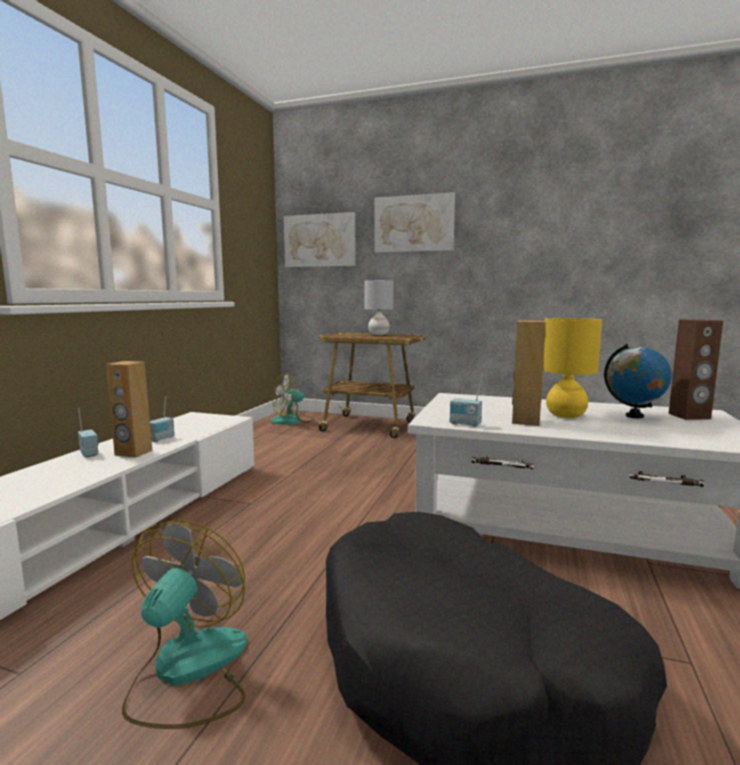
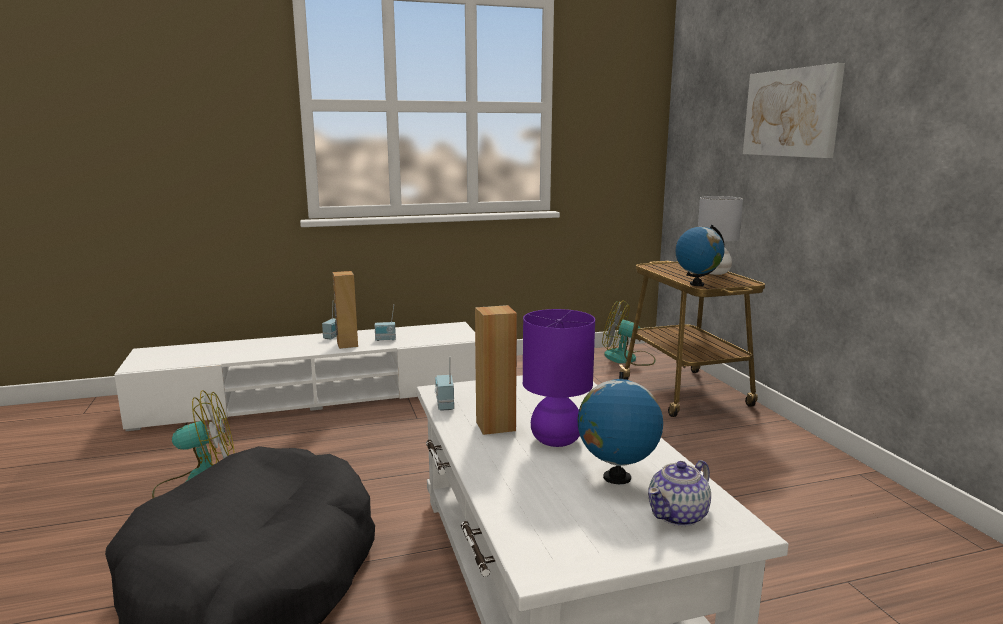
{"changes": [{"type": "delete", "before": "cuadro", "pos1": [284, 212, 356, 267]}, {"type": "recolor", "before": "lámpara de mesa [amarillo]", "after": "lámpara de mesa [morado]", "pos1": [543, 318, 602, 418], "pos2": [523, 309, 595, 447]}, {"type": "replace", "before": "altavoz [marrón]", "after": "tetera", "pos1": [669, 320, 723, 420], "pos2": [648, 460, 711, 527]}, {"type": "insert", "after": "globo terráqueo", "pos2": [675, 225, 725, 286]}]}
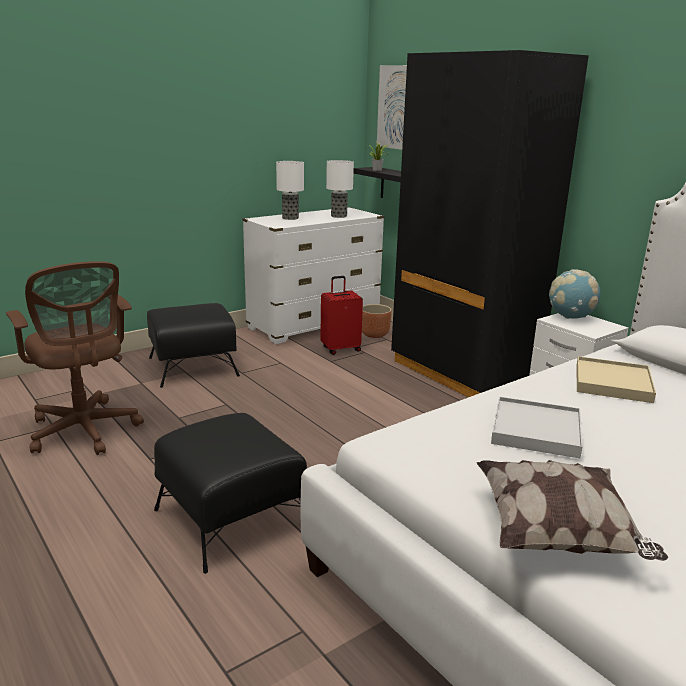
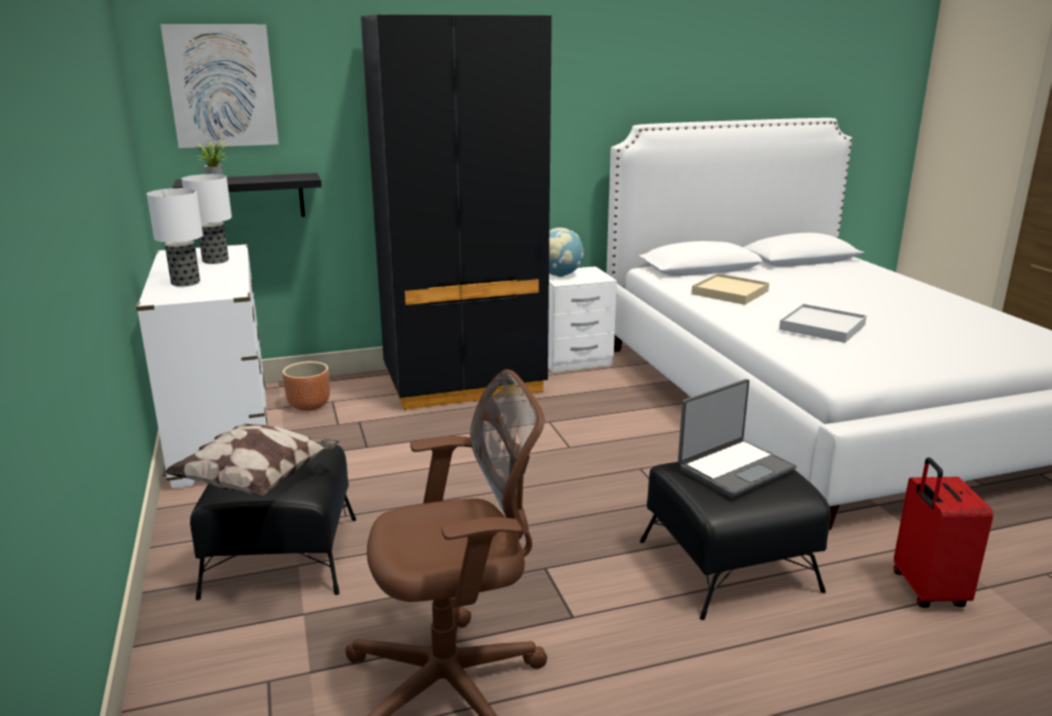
{"changes": [{"type": "move", "before": "maleta [rojo]", "pos1": [320, 276, 363, 355], "pos2": [894, 457, 993, 608]}, {"type": "move", "before": "cojín", "pos1": [476, 460, 668, 561], "pos2": [163, 423, 340, 497]}, {"type": "insert", "after": "portátil", "pos2": [678, 379, 797, 498]}]}
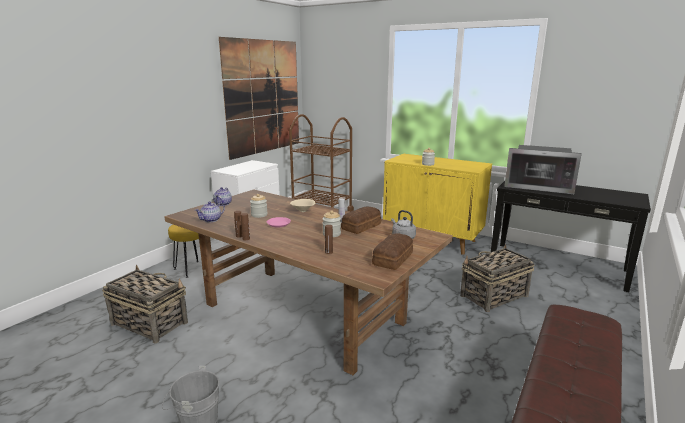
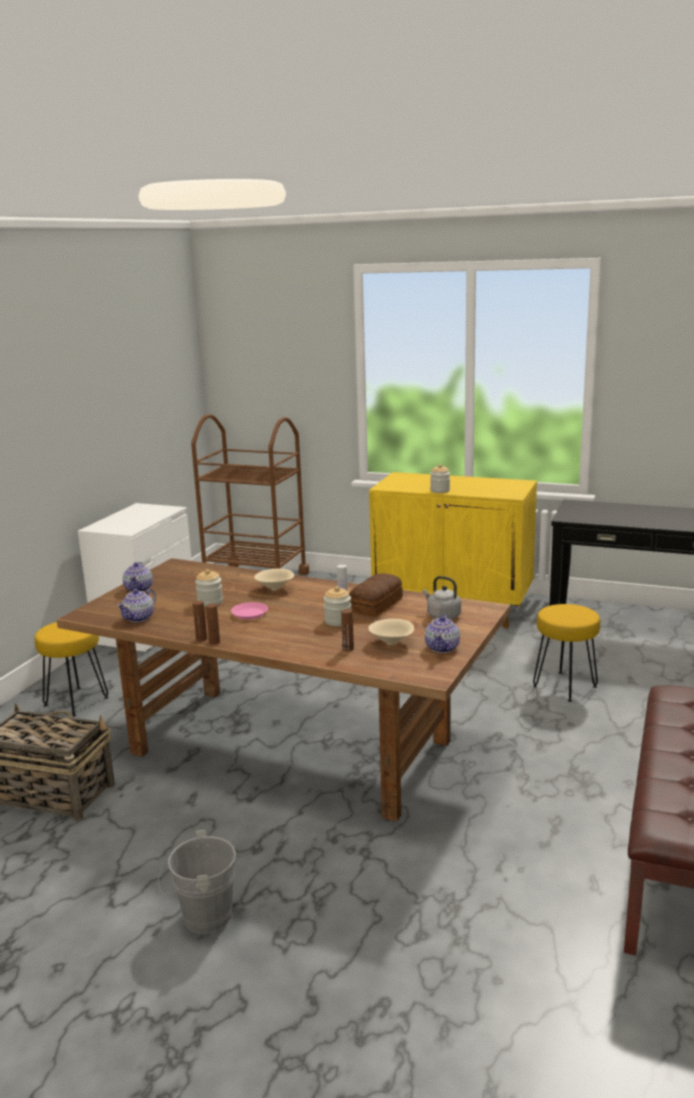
{"changes": [{"type": "delete", "before": "cuadro", "pos1": [219, 37, 299, 160]}, {"type": "delete", "before": "microondas", "pos1": [504, 145, 582, 194]}, {"type": "replace", "before": "pan", "after": "tetera", "pos1": [372, 233, 413, 270], "pos2": [425, 614, 460, 653]}, {"type": "replace", "before": "cesta", "after": "taburete [amarillo]", "pos1": [460, 244, 535, 312], "pos2": [533, 604, 600, 702]}, {"type": "insert", "after": "cuenco [beis]", "pos2": [368, 619, 414, 645]}]}
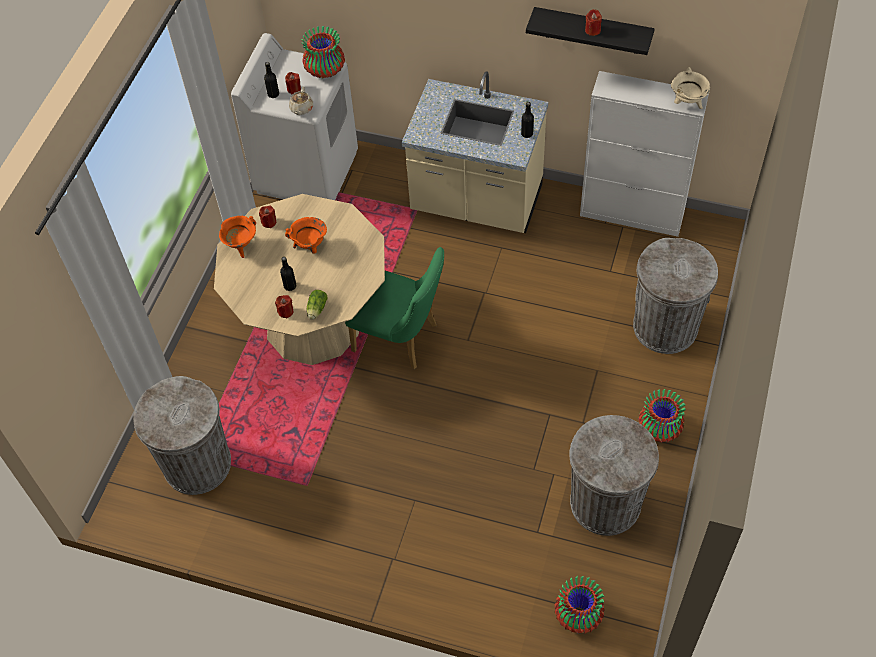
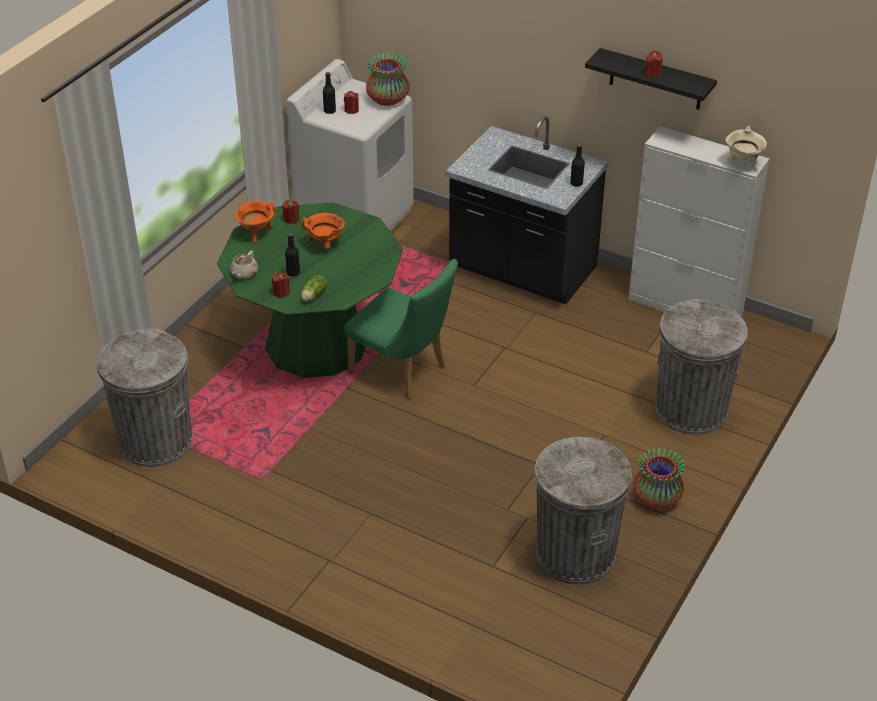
{"changes": [{"type": "recolor", "before": "mueble bajo de cocina [beis]", "after": "mueble bajo de cocina [negro]", "pos1": [402, 71, 548, 233], "pos2": [446, 116, 608, 304]}, {"type": "move", "before": "tetera [beis]", "pos1": [289, 87, 313, 115], "pos2": [230, 251, 258, 279]}, {"type": "recolor", "before": "mesa de comedor [beis]", "after": "mesa de comedor [verde]", "pos1": [214, 194, 385, 365], "pos2": [217, 202, 403, 378]}, {"type": "delete", "before": "florero", "pos1": [555, 576, 604, 634]}]}
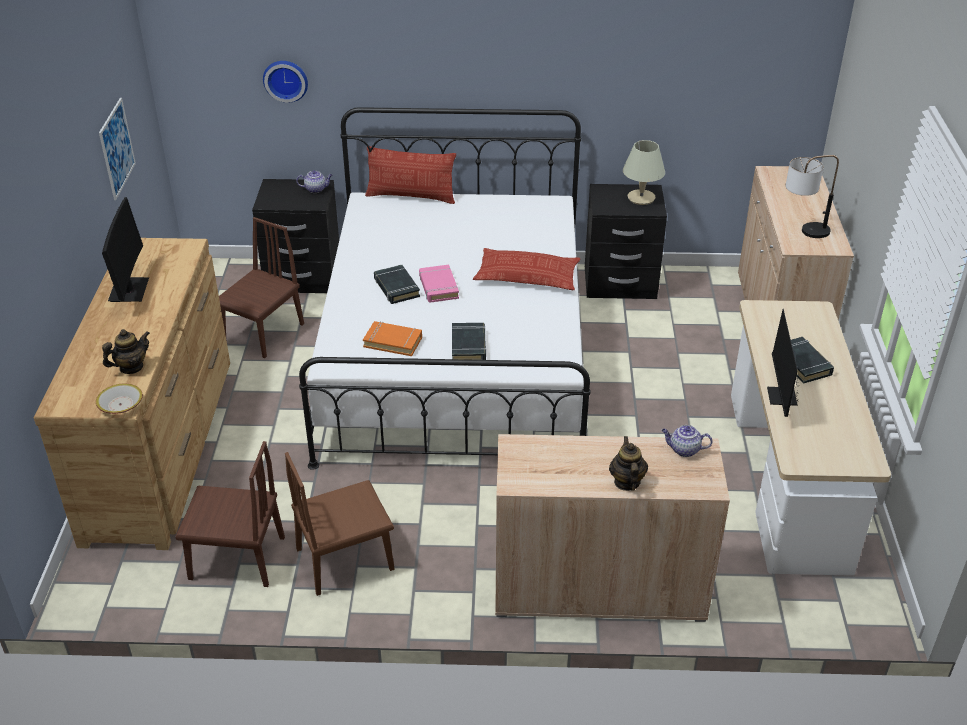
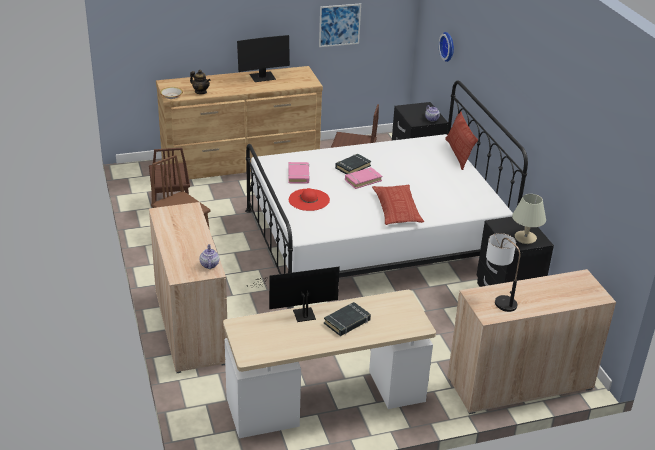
{"changes": [{"type": "recolor", "before": "libro [naranja]", "after": "libro [rosa]", "pos1": [363, 321, 422, 356], "pos2": [289, 162, 310, 184]}, {"type": "replace", "before": "libro [negro]", "after": "sombrero [rojo]", "pos1": [452, 323, 486, 360], "pos2": [289, 188, 330, 211]}, {"type": "delete", "before": "tetera", "pos1": [609, 436, 648, 491]}]}
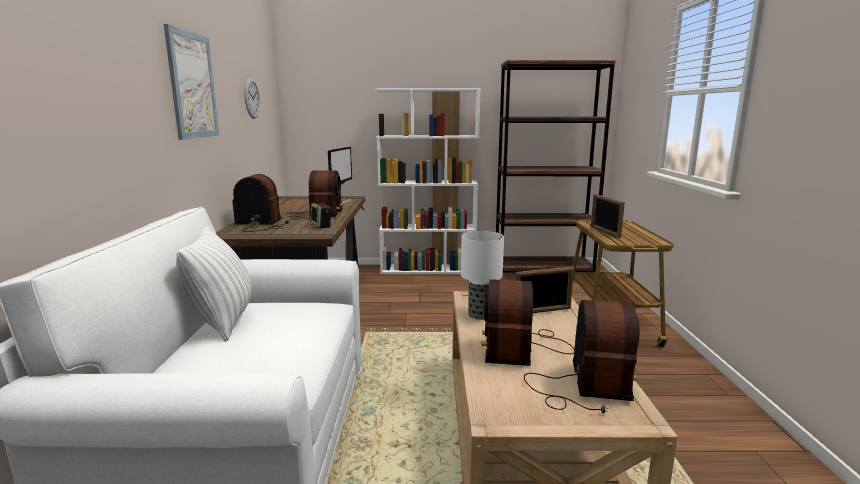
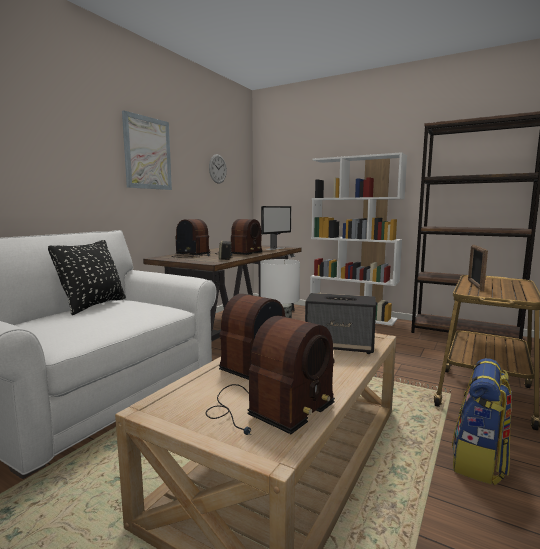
{"changes": [{"type": "recolor", "before": "cojín [blanco]", "after": "cojín [negro]", "pos1": [176, 226, 252, 342], "pos2": [48, 240, 126, 315]}, {"type": "replace", "before": "portarretratos", "after": "altavoz", "pos1": [515, 266, 574, 313], "pos2": [305, 293, 376, 354]}, {"type": "insert", "after": "mochila", "pos2": [452, 358, 512, 485]}]}
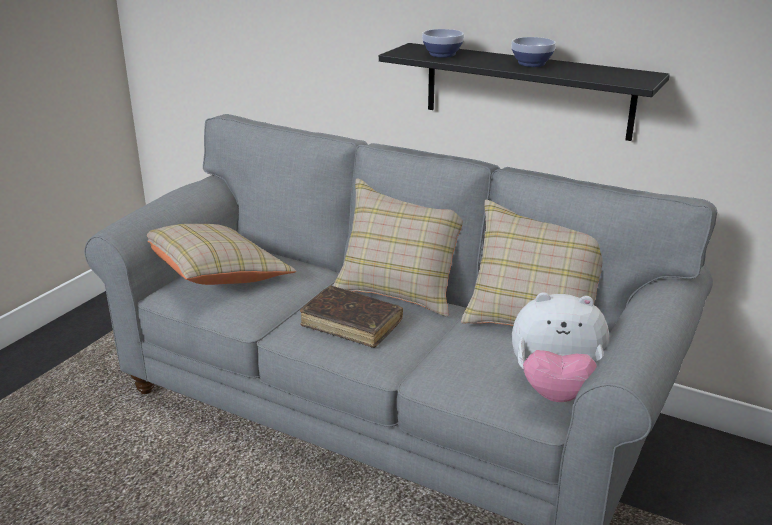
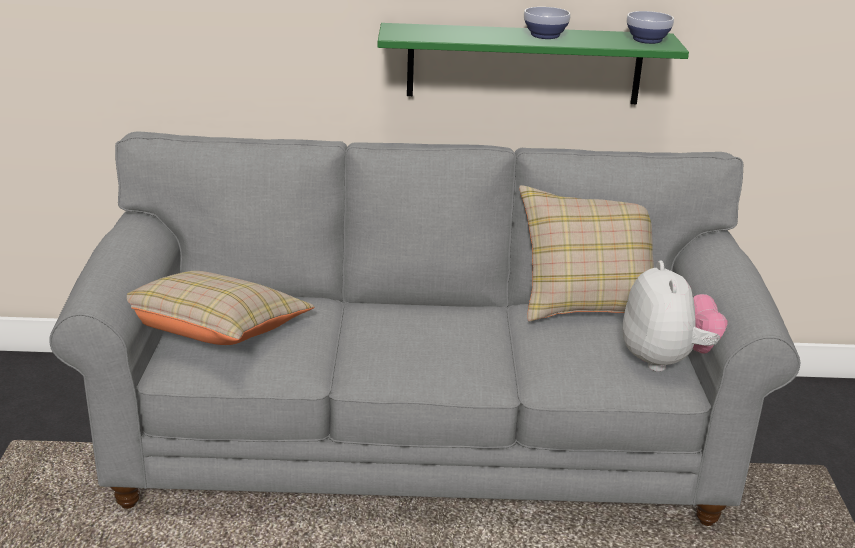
{"changes": [{"type": "move", "before": "cuenco", "pos1": [422, 29, 464, 58], "pos2": [627, 11, 674, 44]}, {"type": "recolor", "before": "estante [negro]", "after": "estante [verde]", "pos1": [379, 43, 670, 141], "pos2": [378, 23, 689, 104]}, {"type": "delete", "before": "cojín [beis]", "pos1": [333, 178, 463, 317]}, {"type": "delete", "before": "libro [marrón]", "pos1": [300, 286, 403, 348]}, {"type": "rotate", "before": "peluche", "pos1": [512, 292, 609, 402], "pos2": [623, 261, 728, 372], "turn": -75}]}
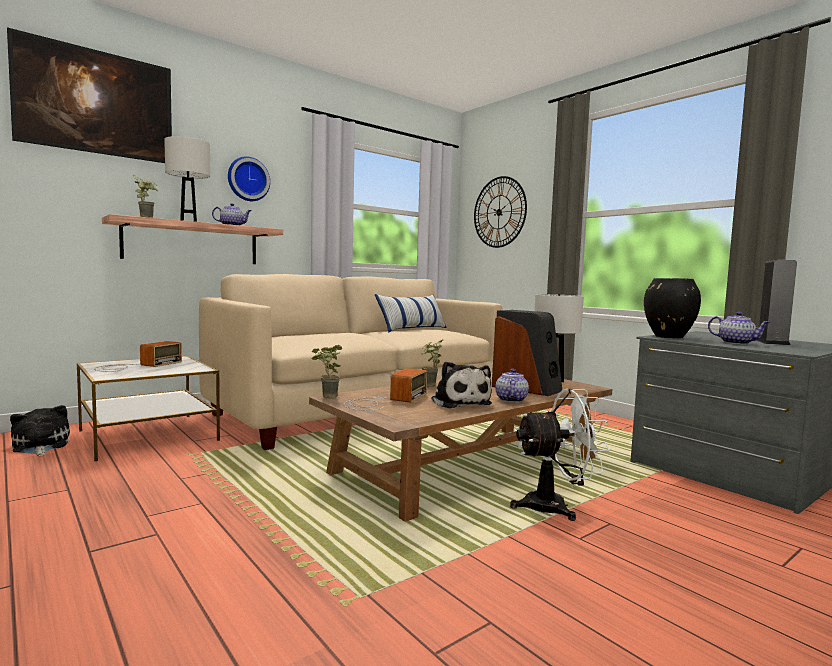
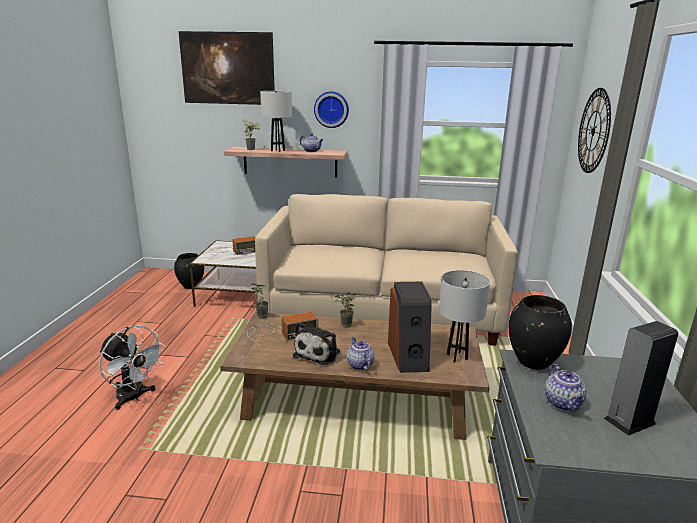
{"changes": [{"type": "delete", "before": "cojín", "pos1": [375, 294, 447, 332]}, {"type": "rotate", "before": "tetera", "pos1": [495, 369, 529, 403], "pos2": [347, 337, 375, 370], "turn": -75}, {"type": "move", "before": "ventilador [blanco]", "pos1": [510, 389, 610, 521], "pos2": [99, 325, 166, 410]}, {"type": "replace", "before": "peluche", "after": "florero [negro]", "pos1": [10, 405, 70, 456], "pos2": [174, 253, 204, 289]}]}
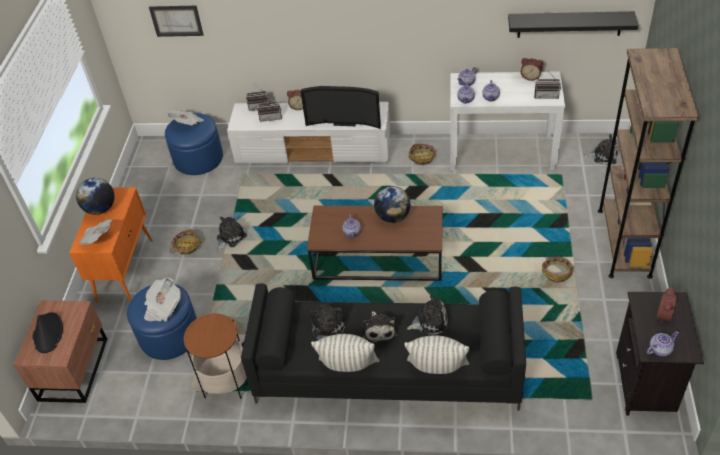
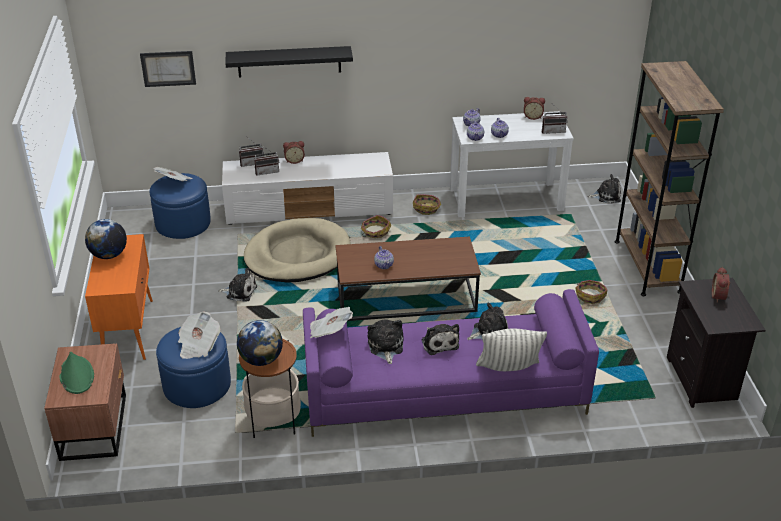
{"changes": [{"type": "move", "before": "estante [negro]", "pos1": [508, 11, 638, 38], "pos2": [225, 46, 353, 78]}, {"type": "delete", "before": "televisor", "pos1": [301, 86, 381, 129]}, {"type": "move", "before": "globo terráqueo", "pos1": [374, 186, 411, 223], "pos2": [237, 320, 283, 366]}, {"type": "rotate", "before": "peluche", "pos1": [217, 217, 247, 251], "pos2": [218, 268, 257, 301], "turn": 75}, {"type": "move", "before": "periódico", "pos1": [78, 219, 112, 245], "pos2": [310, 307, 353, 338]}, {"type": "move", "before": "cesta", "pos1": [170, 229, 202, 255], "pos2": [361, 215, 391, 238]}, {"type": "recolor", "before": "sofá [negro]", "after": "sofá [morado]", "pos1": [241, 283, 526, 411], "pos2": [303, 289, 599, 437]}, {"type": "recolor", "before": "sombrero [negro]", "after": "sombrero [verde]", "pos1": [32, 312, 63, 353], "pos2": [59, 352, 94, 394]}, {"type": "delete", "before": "tetera", "pos1": [647, 331, 679, 357]}, {"type": "delete", "before": "cojín", "pos1": [311, 334, 379, 372]}, {"type": "insert", "after": "cama para perro [beis]", "pos2": [244, 218, 351, 282]}]}
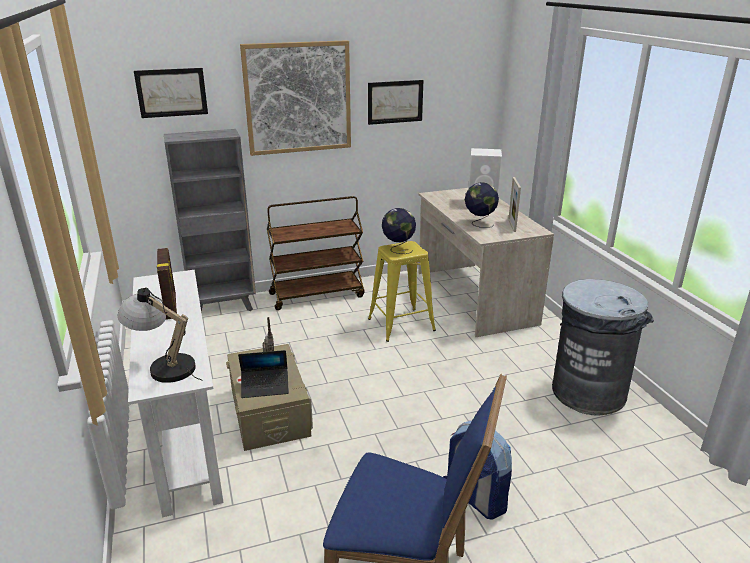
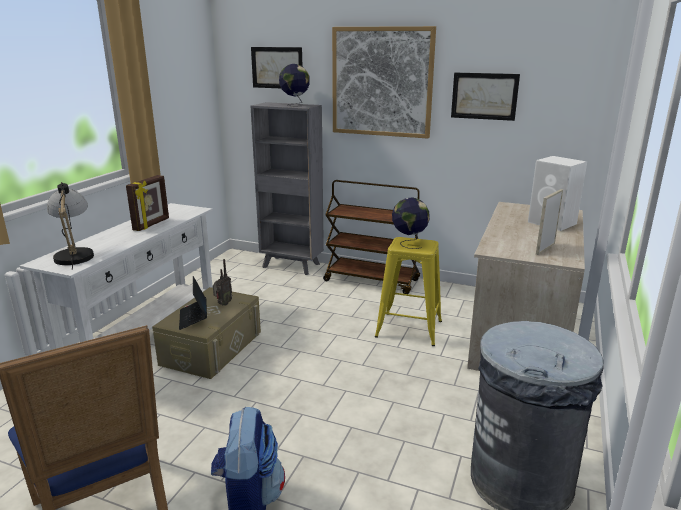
{"changes": [{"type": "move", "before": "globo terráqueo", "pos1": [465, 182, 499, 228], "pos2": [279, 64, 310, 106]}, {"type": "rotate", "before": "portátil", "pos1": [238, 350, 289, 398], "pos2": [179, 276, 207, 330], "turn": 45}]}
